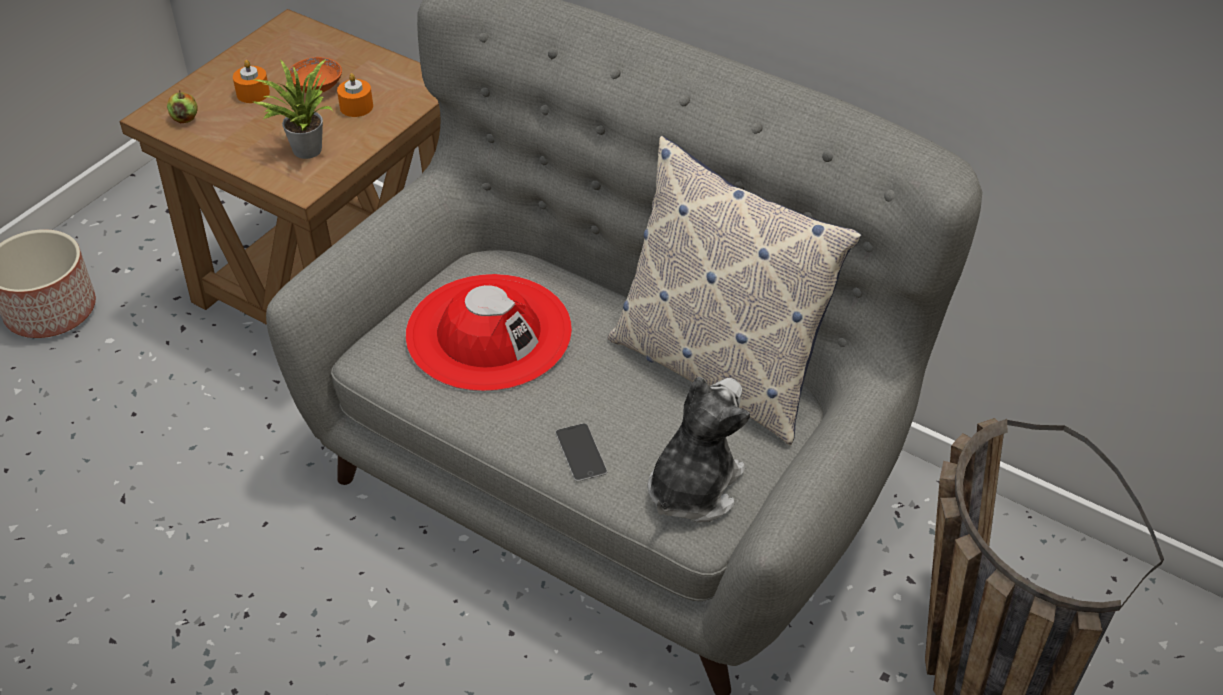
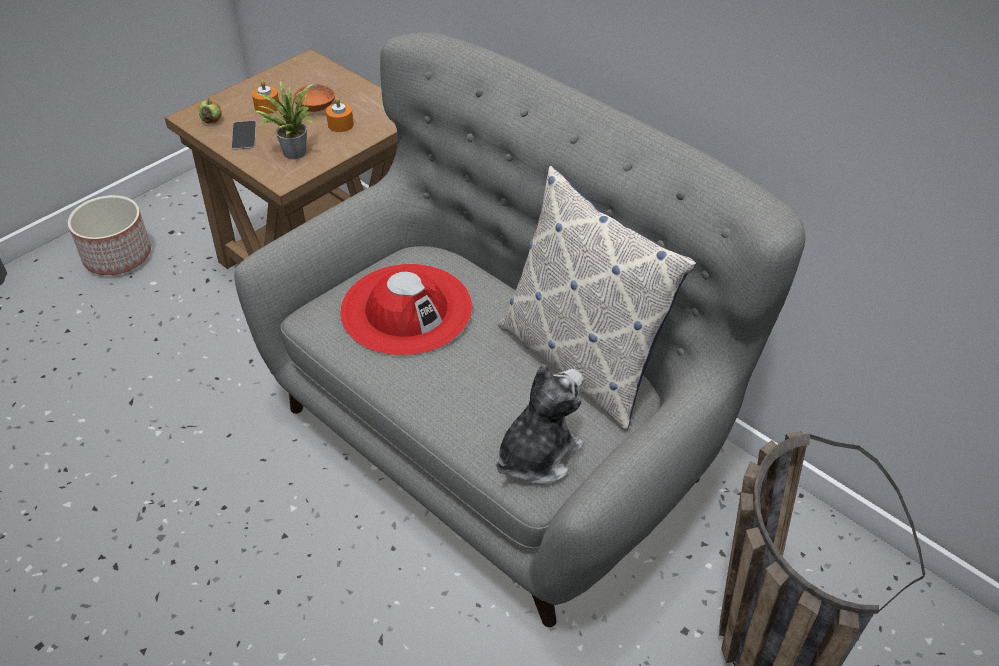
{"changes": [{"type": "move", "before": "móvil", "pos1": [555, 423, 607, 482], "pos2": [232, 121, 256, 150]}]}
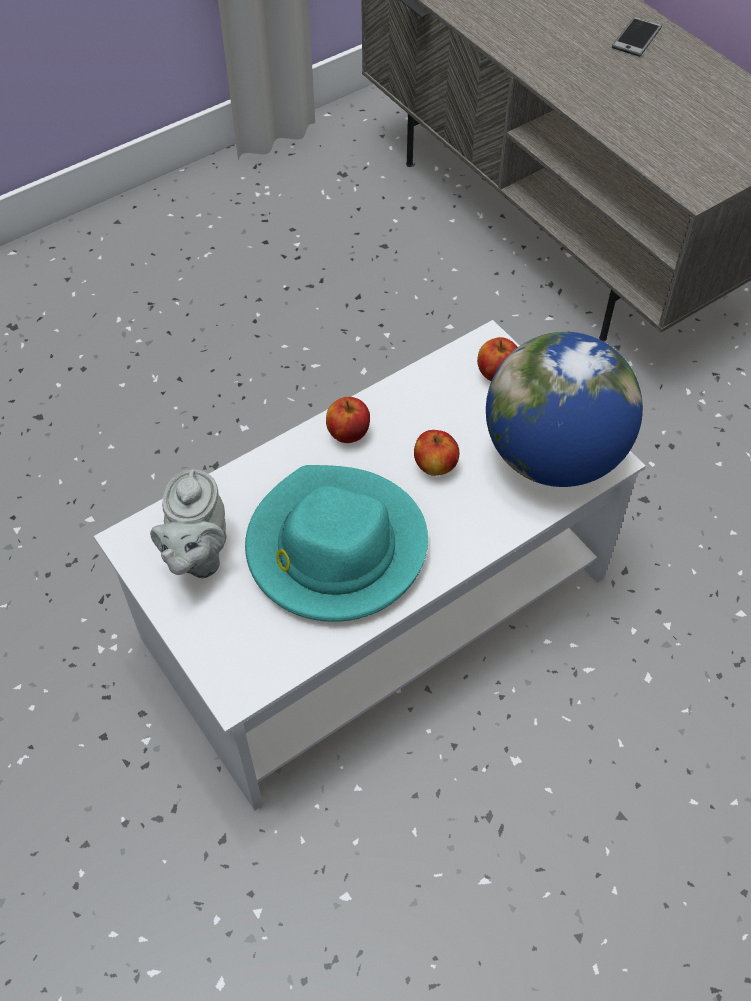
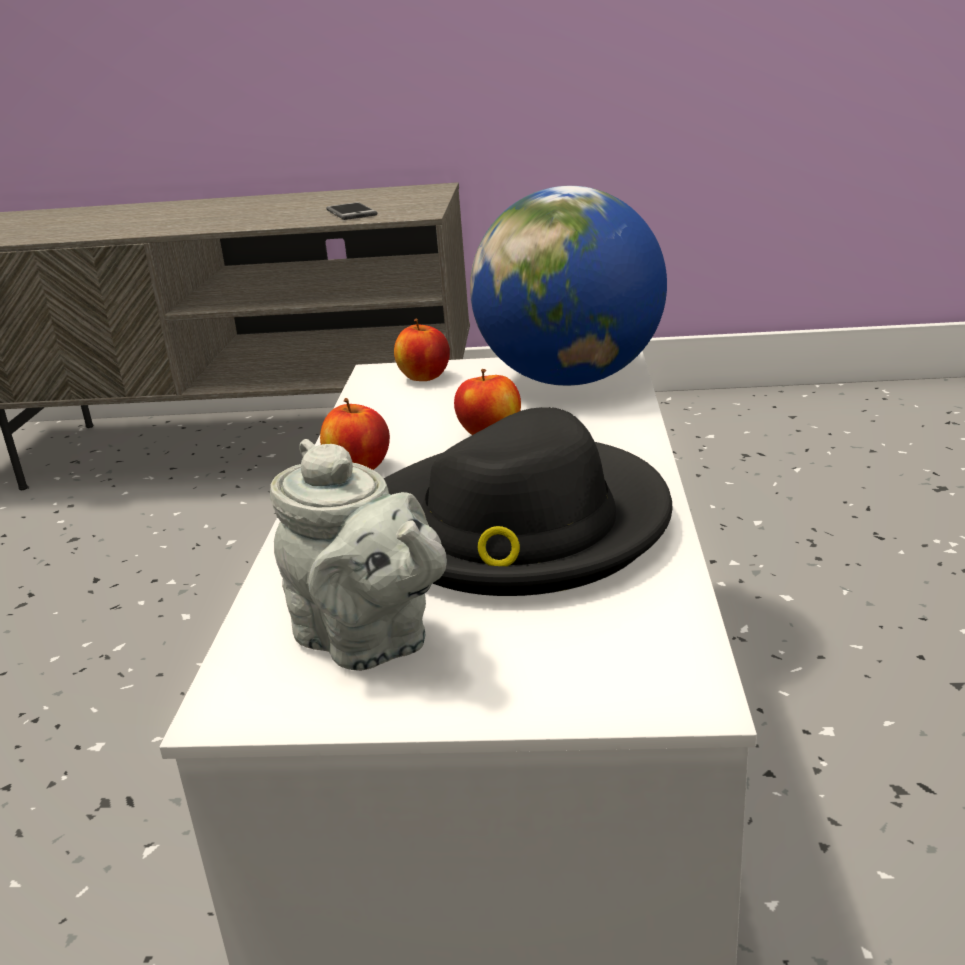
{"changes": [{"type": "move", "before": "móvil", "pos1": [612, 17, 662, 57], "pos2": [326, 202, 378, 220]}, {"type": "recolor", "before": "sombrero [turquesa]", "after": "sombrero [negro]", "pos1": [245, 465, 428, 622], "pos2": [383, 407, 673, 596]}]}
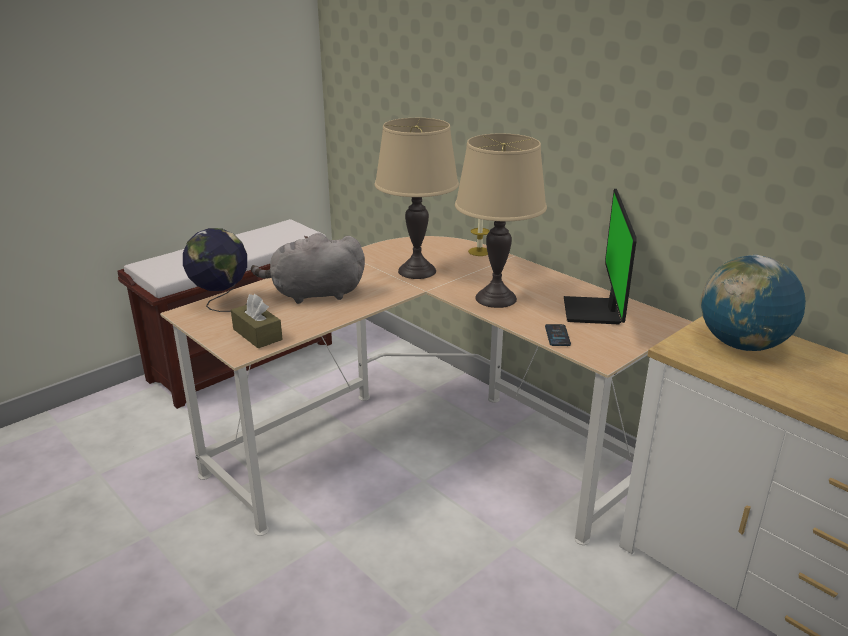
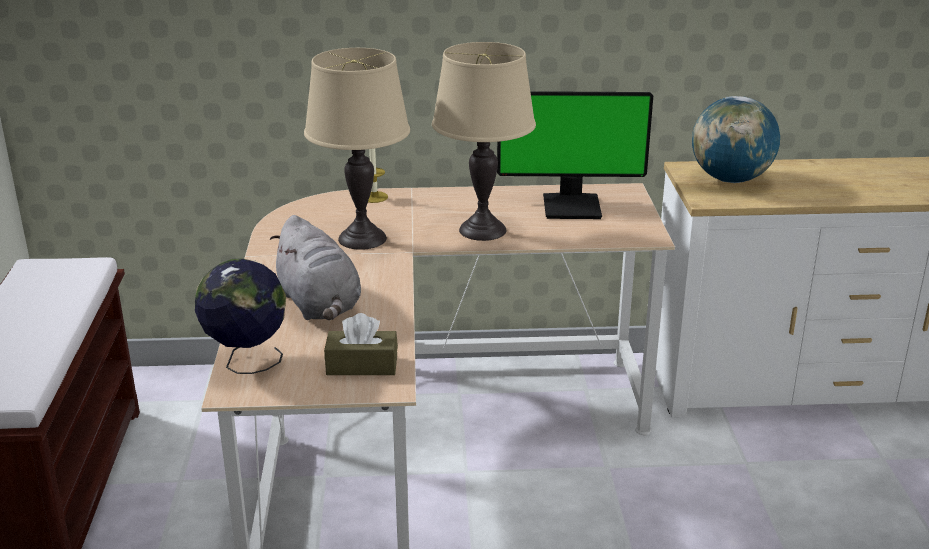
{"changes": [{"type": "rotate", "before": "monitor", "pos1": [564, 189, 636, 325], "pos2": [497, 91, 653, 219], "turn": -45}, {"type": "rotate", "before": "peluche [gris]", "pos1": [251, 233, 365, 304], "pos2": [270, 215, 361, 320], "turn": -60}, {"type": "delete", "before": "móvil", "pos1": [545, 324, 571, 346]}]}
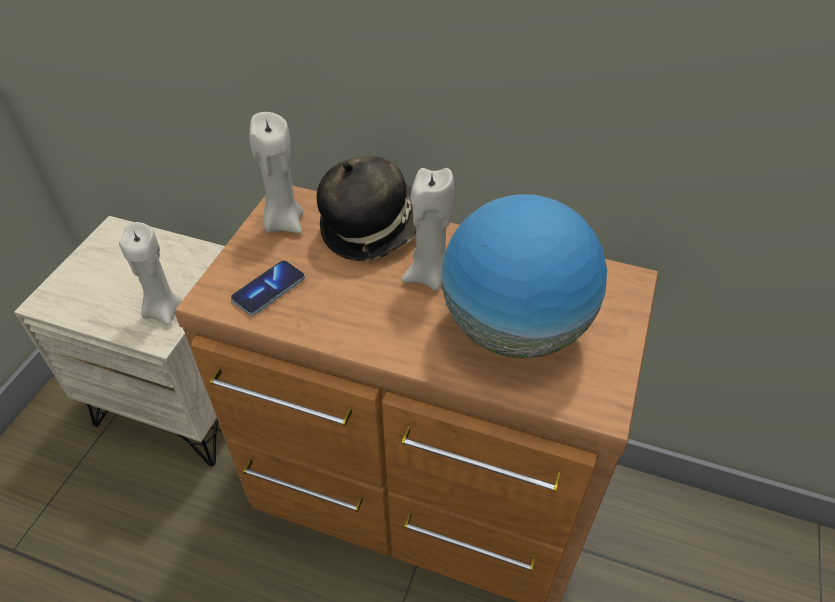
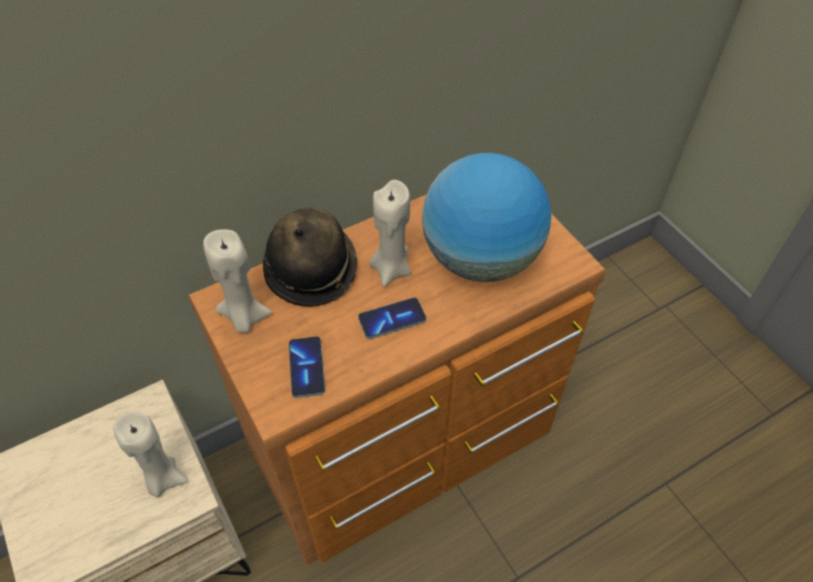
{"changes": [{"type": "insert", "after": "móvil", "pos2": [358, 297, 426, 339]}]}
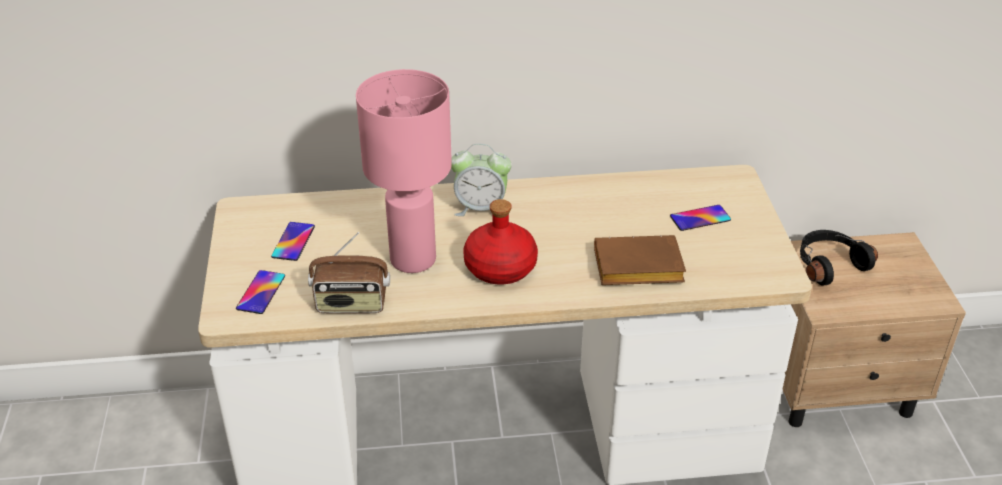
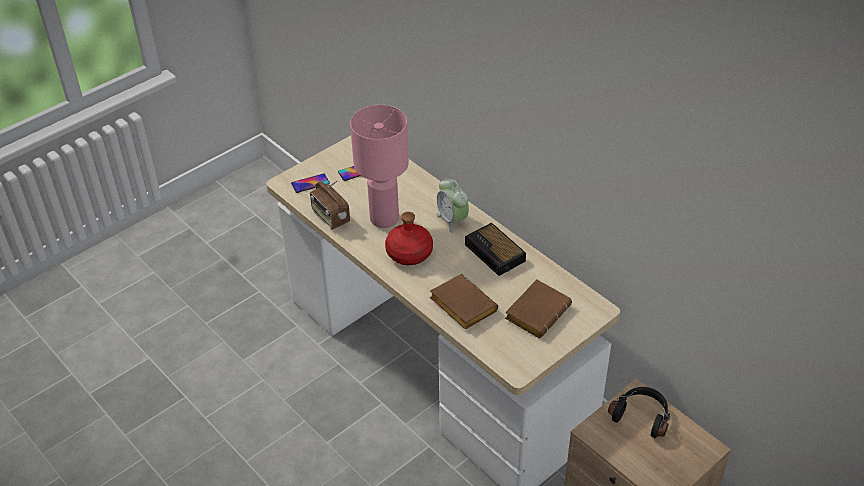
{"changes": [{"type": "replace", "before": "móvil", "after": "libro [marrón]", "pos1": [670, 205, 731, 231], "pos2": [505, 280, 572, 338]}, {"type": "insert", "after": "despertador", "pos2": [465, 223, 526, 276]}]}
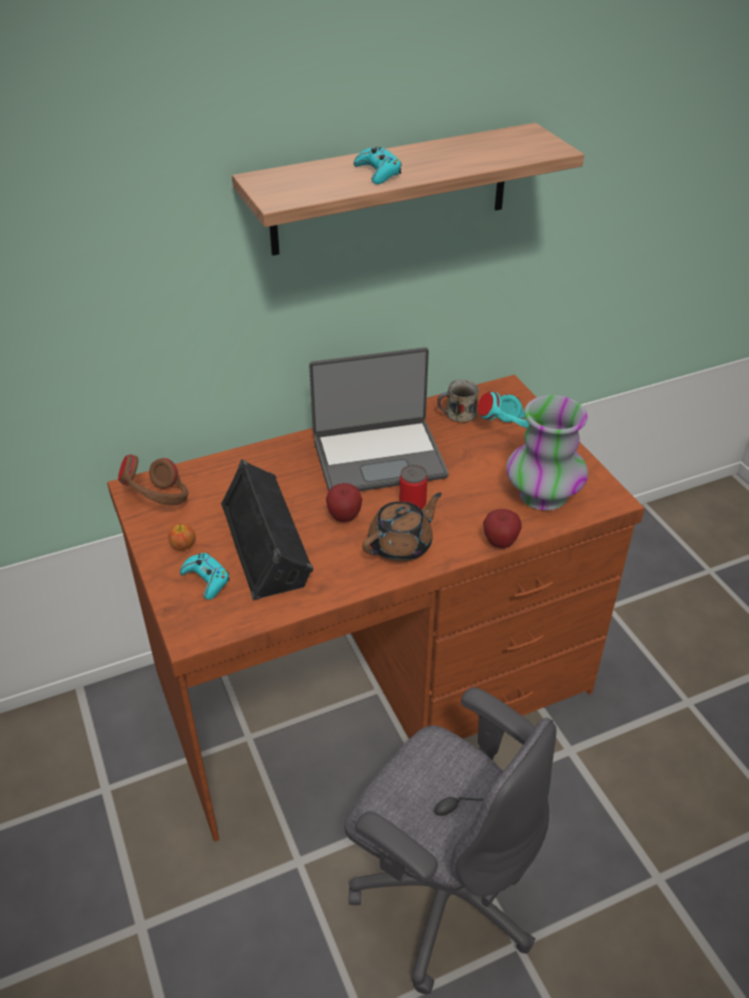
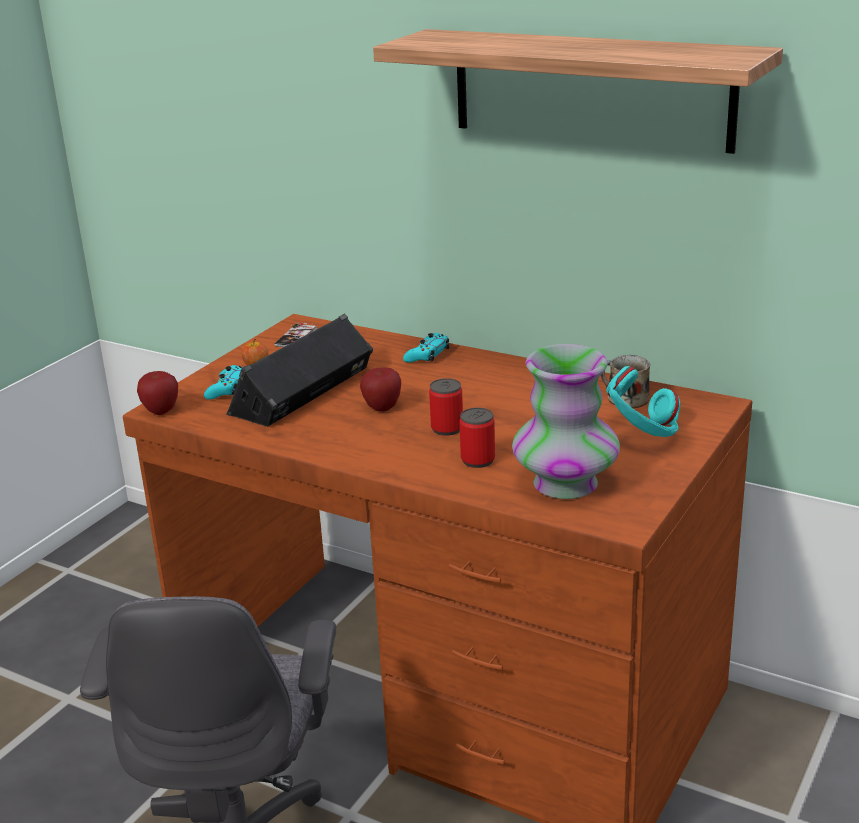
{"changes": [{"type": "move", "before": "mando de consola [turquesa]", "pos1": [354, 147, 402, 184], "pos2": [403, 333, 449, 362]}, {"type": "delete", "before": "portátil", "pos1": [309, 347, 449, 491]}, {"type": "replace", "before": "auriculares [marrón]", "after": "móvil", "pos1": [118, 454, 188, 505], "pos2": [275, 322, 317, 347]}, {"type": "delete", "before": "tetera [marrón]", "pos1": [362, 492, 442, 562]}, {"type": "move", "before": "manzana", "pos1": [483, 509, 522, 548], "pos2": [137, 371, 178, 415]}, {"type": "insert", "after": "lata", "pos2": [459, 408, 495, 468]}]}
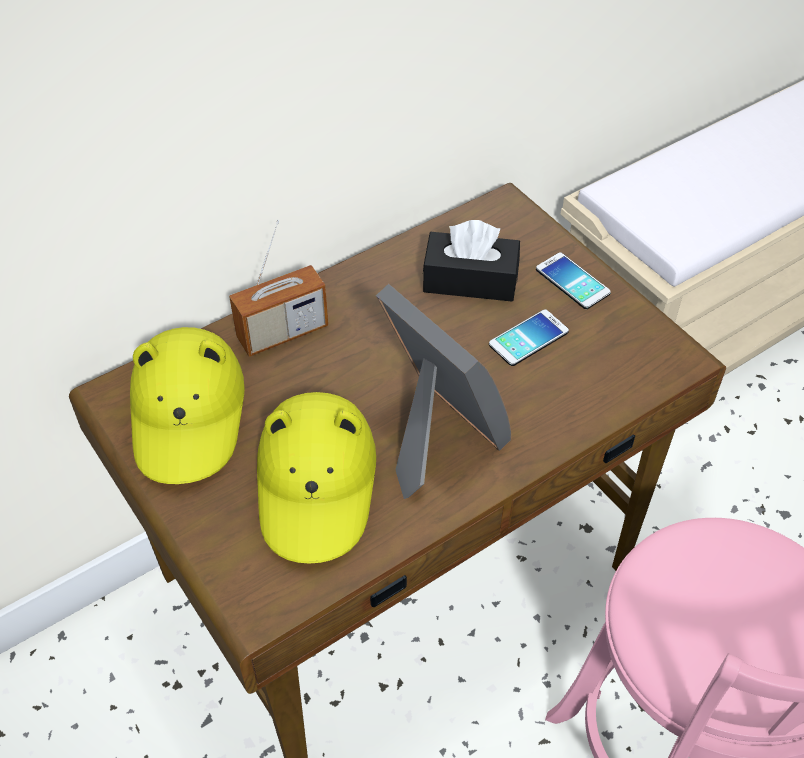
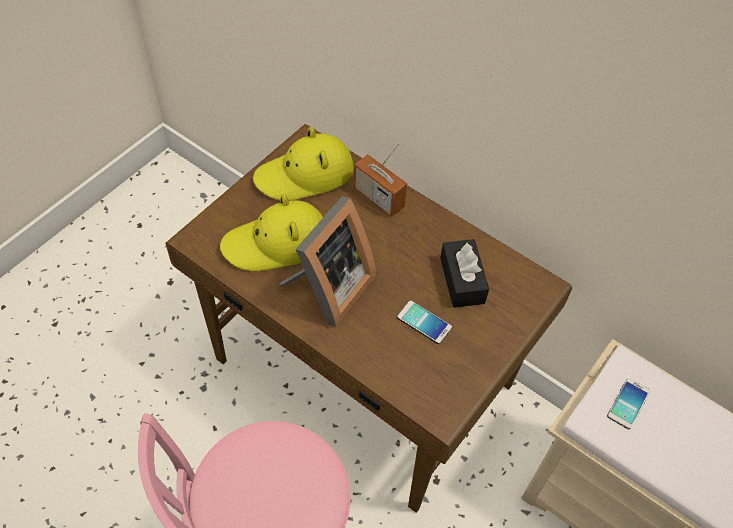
{"changes": [{"type": "move", "before": "móvil", "pos1": [536, 252, 611, 309], "pos2": [607, 378, 650, 429]}]}
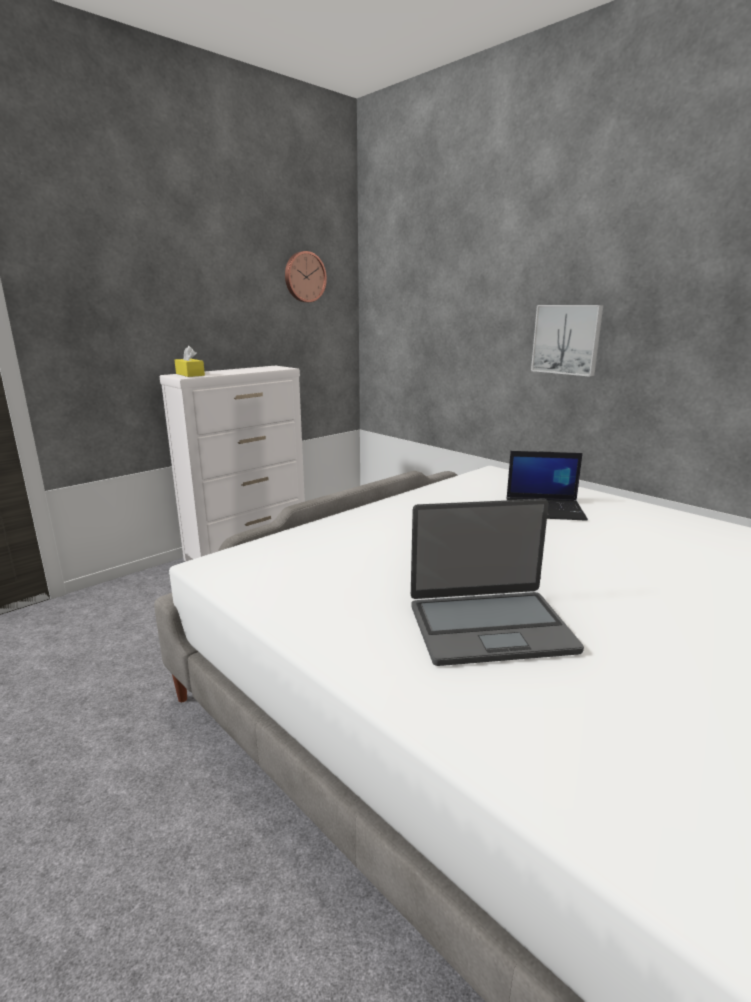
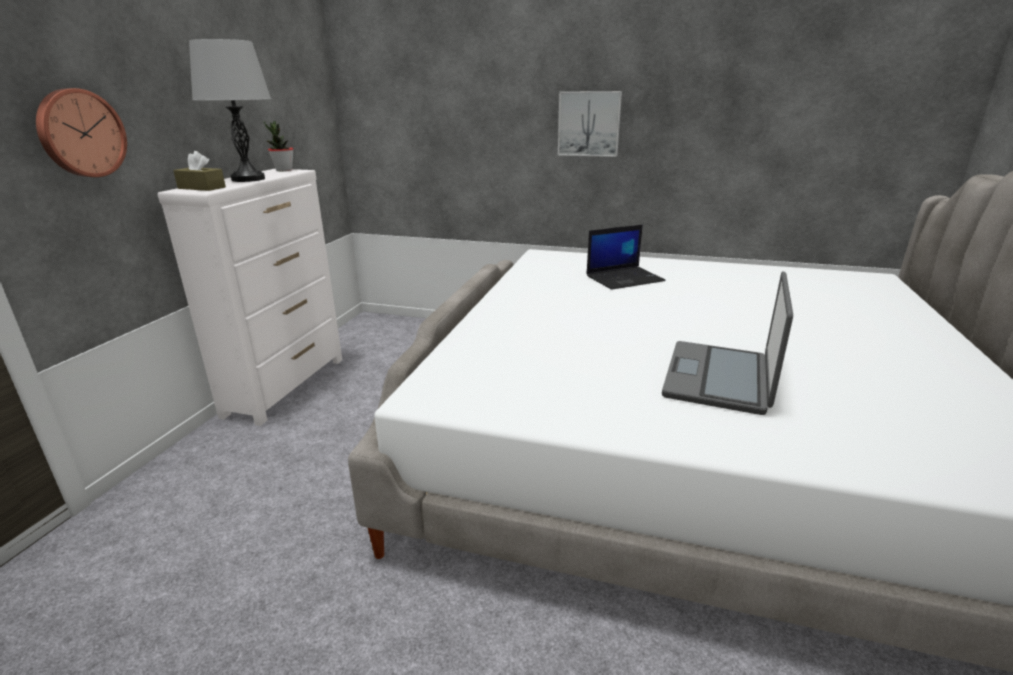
{"changes": [{"type": "move", "before": "reloj de pared", "pos1": [285, 251, 327, 302], "pos2": [36, 88, 127, 177]}, {"type": "recolor", "before": "caja de pañuelos [amarillo]", "after": "caja de pañuelos [marrón]", "pos1": [175, 346, 205, 377], "pos2": [173, 151, 226, 191]}, {"type": "rotate", "before": "portátil", "pos1": [411, 499, 584, 666], "pos2": [662, 271, 793, 415], "turn": 150}, {"type": "insert", "after": "lámpara de mesa [gris]", "pos2": [189, 39, 271, 182]}, {"type": "insert", "after": "planta en maceta", "pos2": [264, 121, 293, 171]}]}
